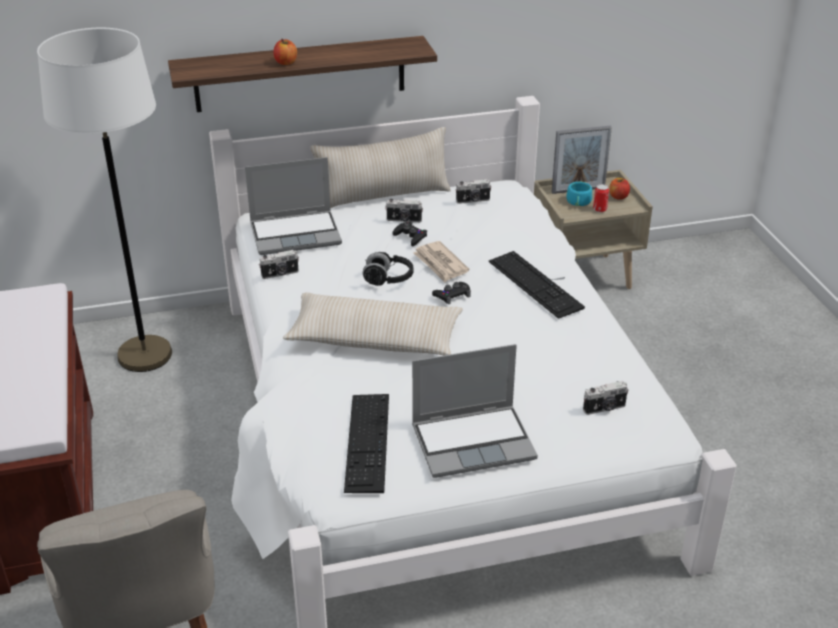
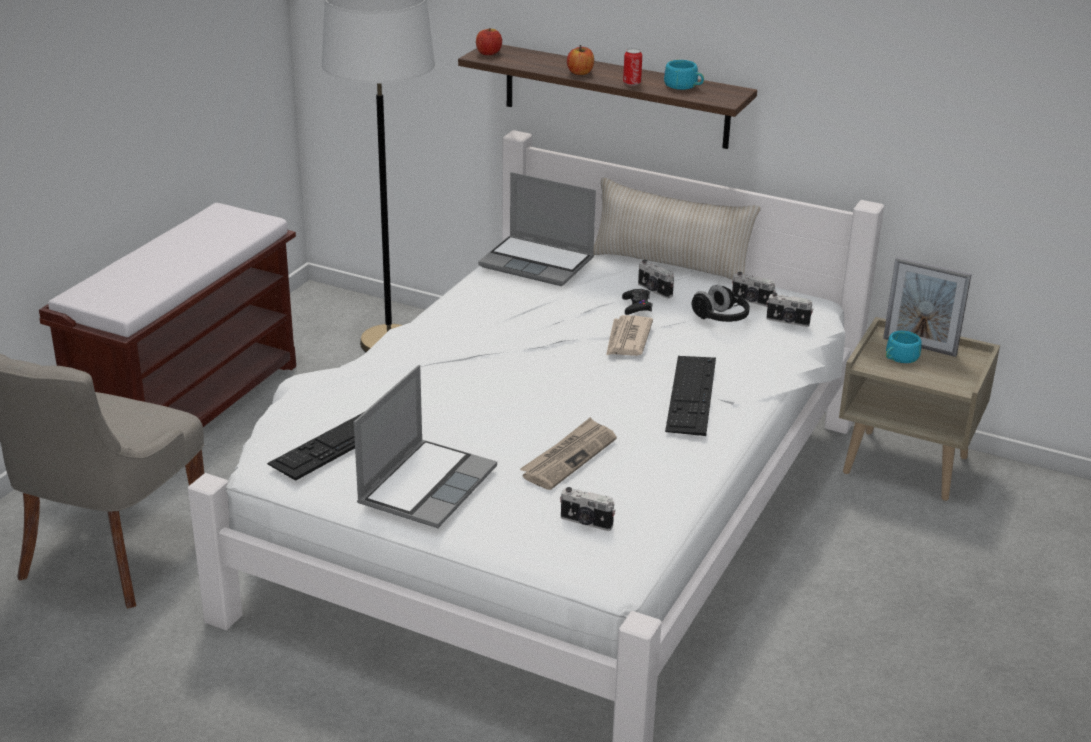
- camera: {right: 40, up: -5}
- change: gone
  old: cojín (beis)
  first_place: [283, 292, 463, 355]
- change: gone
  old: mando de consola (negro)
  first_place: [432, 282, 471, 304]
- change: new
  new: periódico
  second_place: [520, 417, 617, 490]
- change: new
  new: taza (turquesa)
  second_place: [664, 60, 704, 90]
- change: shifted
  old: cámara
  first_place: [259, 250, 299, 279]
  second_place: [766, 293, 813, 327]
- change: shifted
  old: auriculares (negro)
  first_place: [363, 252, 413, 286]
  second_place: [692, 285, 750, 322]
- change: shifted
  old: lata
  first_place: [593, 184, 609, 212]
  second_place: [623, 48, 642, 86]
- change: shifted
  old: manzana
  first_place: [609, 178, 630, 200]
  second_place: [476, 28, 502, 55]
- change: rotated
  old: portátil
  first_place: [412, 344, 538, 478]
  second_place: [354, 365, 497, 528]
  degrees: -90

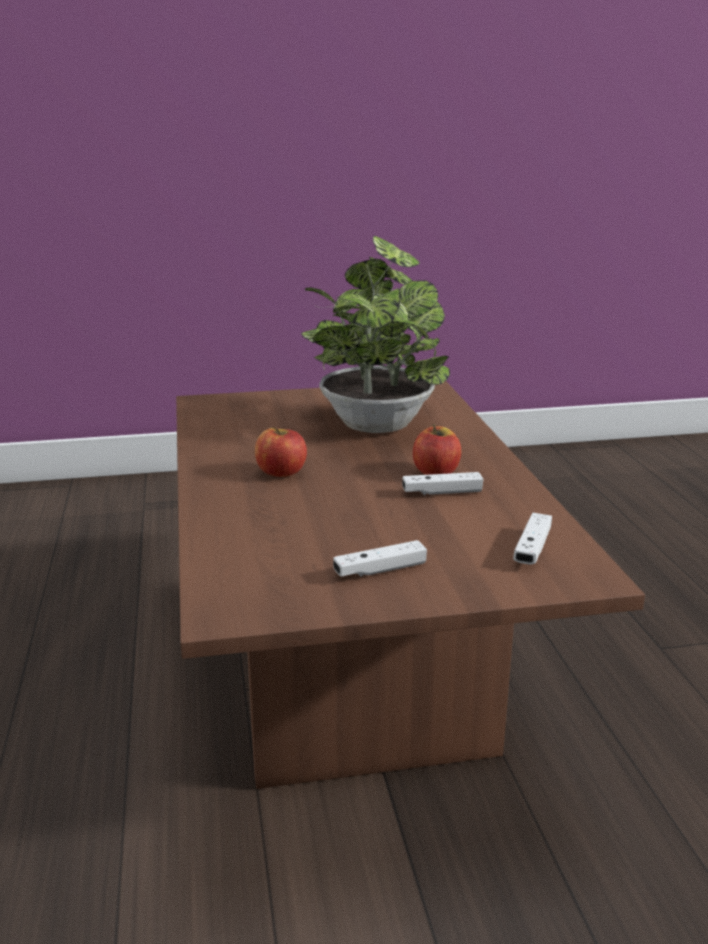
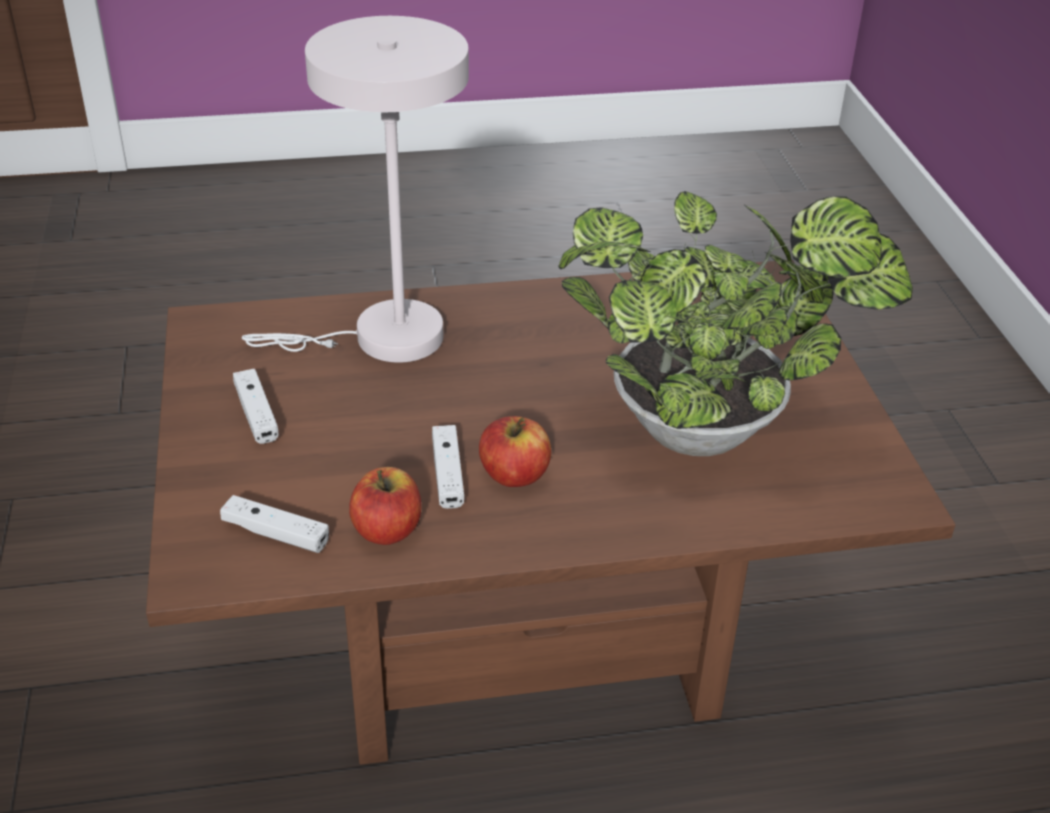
- camera: {right: 90, up: 15}
- change: new
  new: lámpara de mesa (blanco)
  second_place: [242, 16, 469, 363]
- change: shifted
  old: manzana
  first_place: [255, 427, 307, 477]
  second_place: [349, 467, 421, 545]

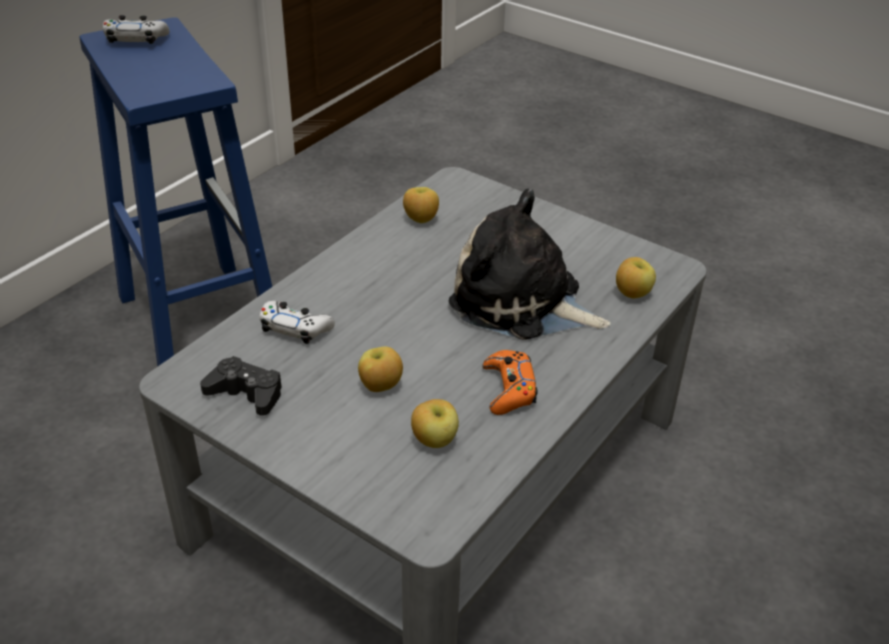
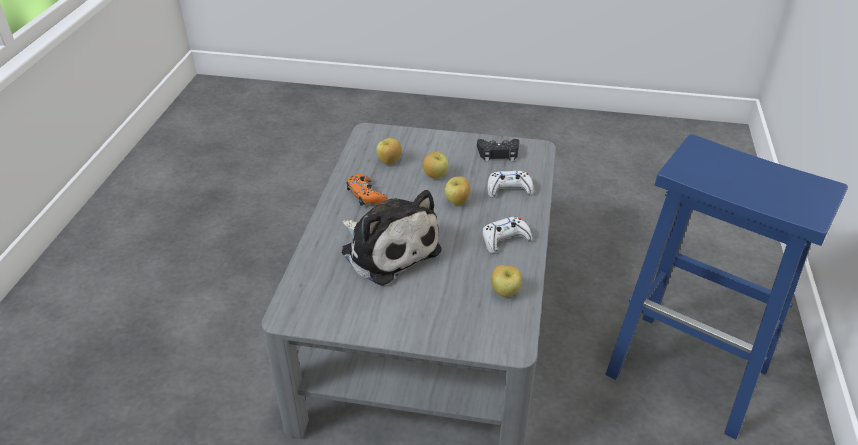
- camera: {right: 155, up: 0}
- change: shifted
  old: mando de consola (blanco)
  first_place: [103, 15, 169, 44]
  second_place: [483, 217, 532, 254]
- change: shifted
  old: manzana
  first_place: [616, 257, 656, 298]
  second_place: [445, 176, 470, 205]
- change: rotated
  old: peluche
  first_place: [449, 189, 610, 340]
  second_place: [342, 190, 442, 286]
  degrees: 45

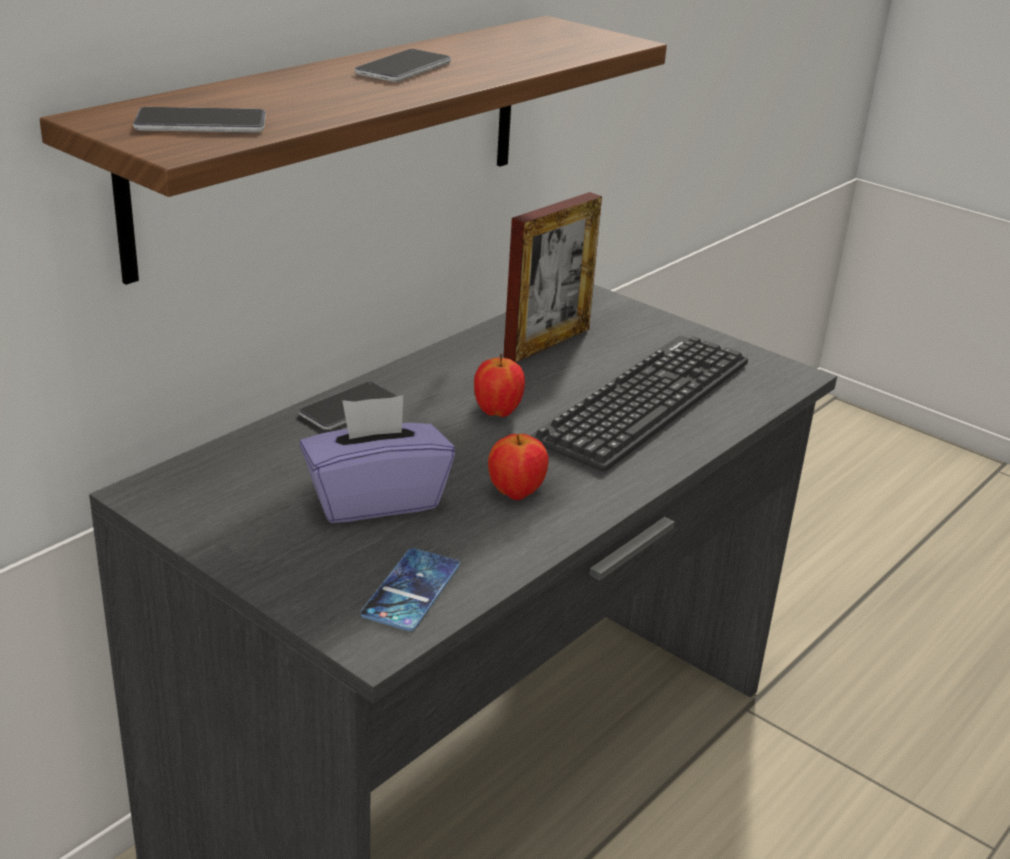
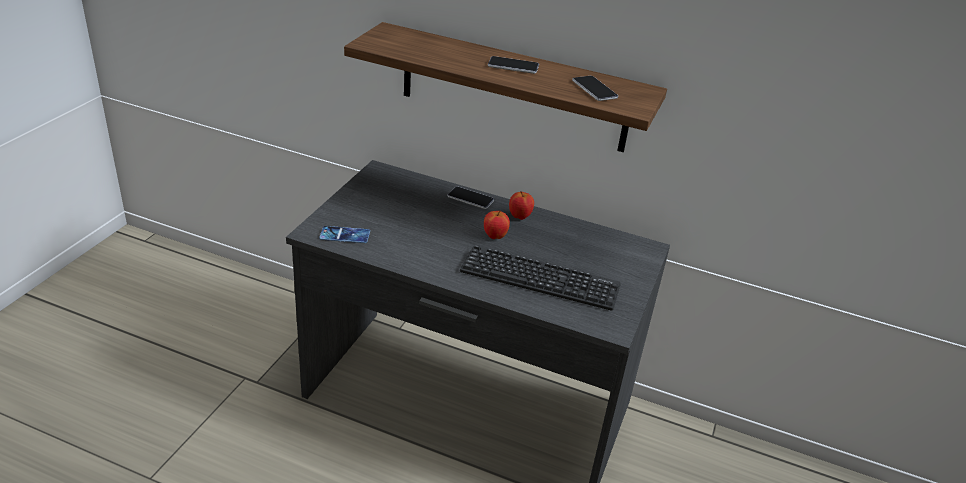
- camera: {right: 70, up: 5}
- change: gone
  old: caja de pañuelos (morado)
  first_place: [299, 395, 455, 523]
- change: gone
  old: portarretratos
  first_place: [503, 192, 602, 362]
- change: shifted
  old: móvil
  first_place: [133, 107, 266, 133]
  second_place: [572, 76, 618, 101]
- change: shifted
  old: manzana
  first_place: [488, 434, 549, 500]
  second_place: [509, 191, 534, 220]

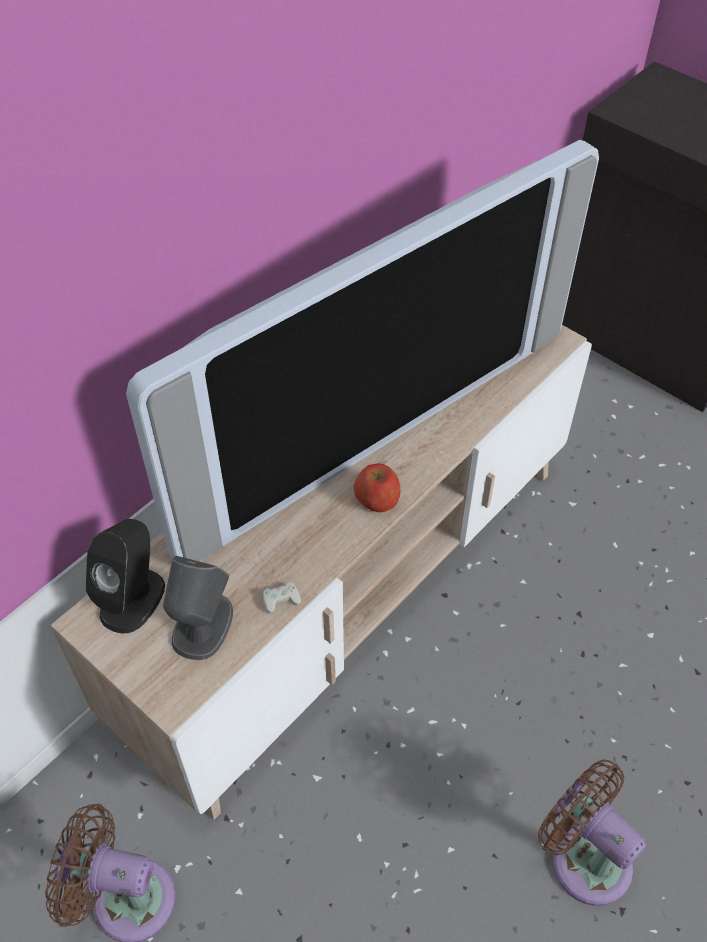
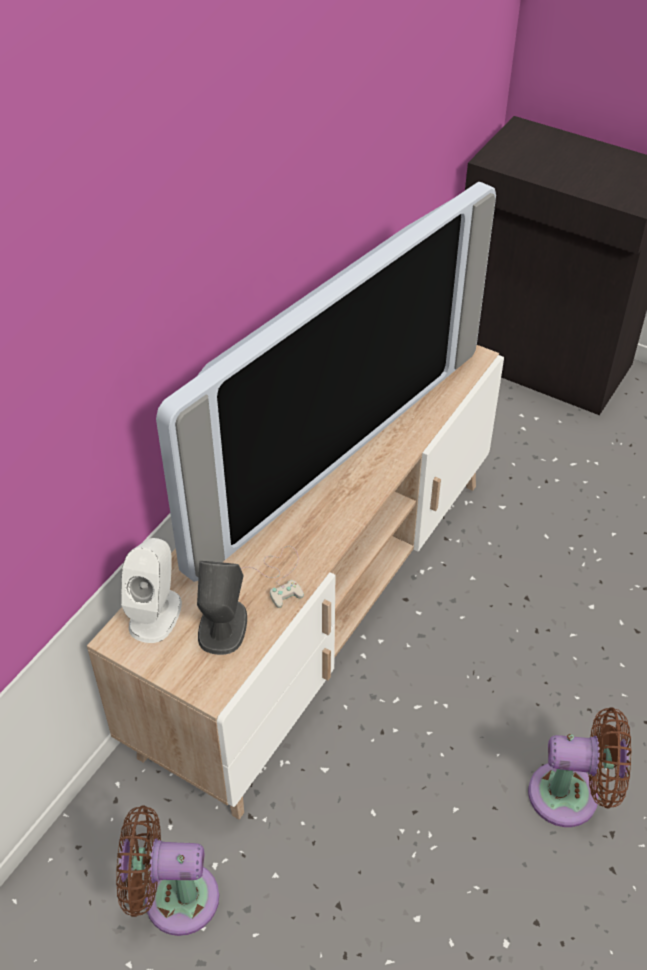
- camera: {right: -10, up: -5}
- change: gone
  old: manzana
  first_place: [354, 464, 400, 512]
- change: repainted
  old: altavoz (negro)
  new: altavoz (blanco)
  first_place: [86, 519, 165, 634]
  second_place: [121, 538, 182, 643]
- change: rotated
  old: ventilador (marrón)
  first_place: [538, 760, 646, 906]
  second_place: [528, 707, 631, 827]
  degrees: 150

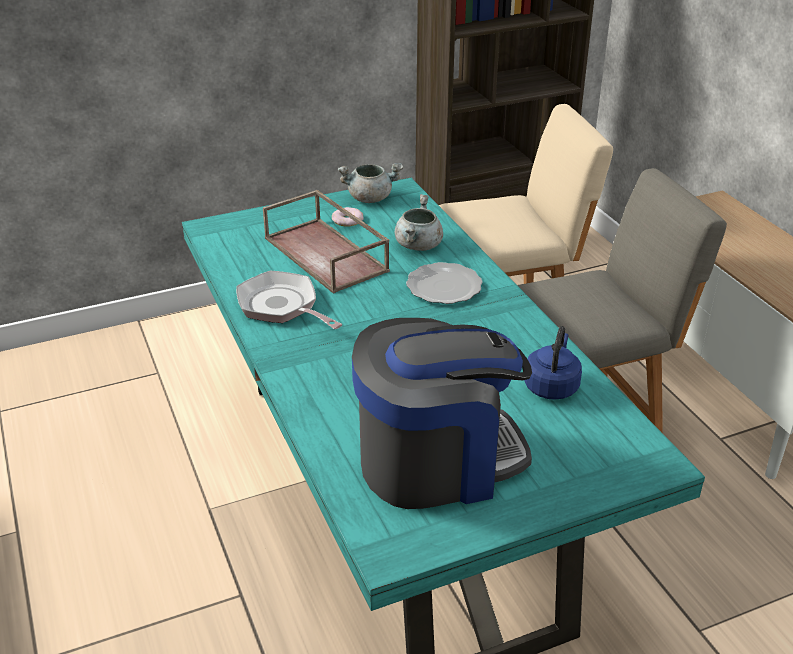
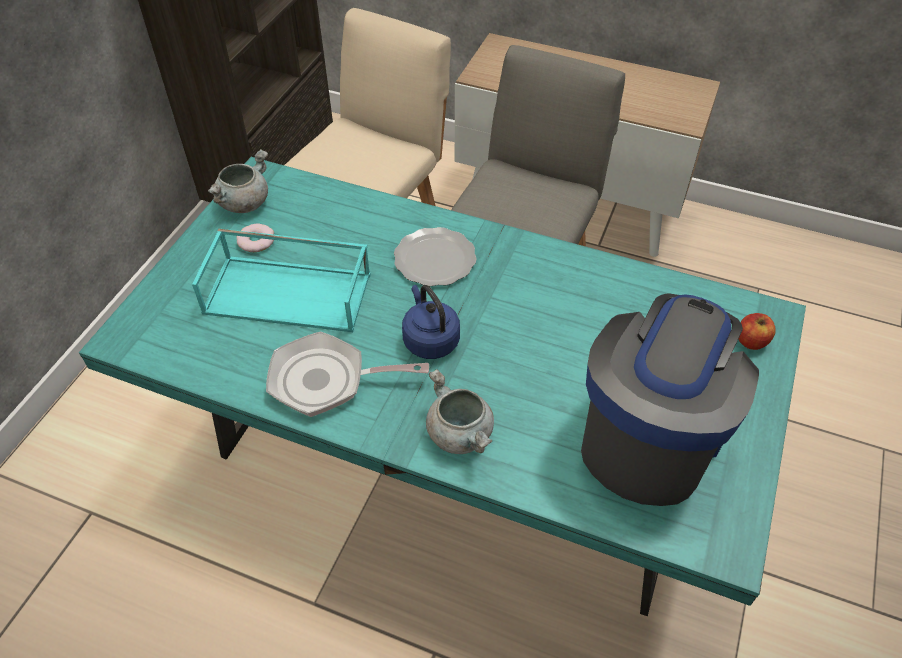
- camera: {right: -45, up: 15}
- change: new
  new: manzana
  second_place: [739, 313, 776, 350]
- change: shifted
  old: olla (gris)
  first_place: [395, 194, 443, 251]
  second_place: [426, 369, 494, 454]
- change: shifted
  old: hervidor (azul)
  first_place: [524, 326, 582, 400]
  second_place: [402, 285, 460, 359]
- change: repainted
  old: bandeja (marrón)
  new: bandeja (turquesa)
  first_place: [263, 190, 390, 294]
  second_place: [192, 229, 371, 332]

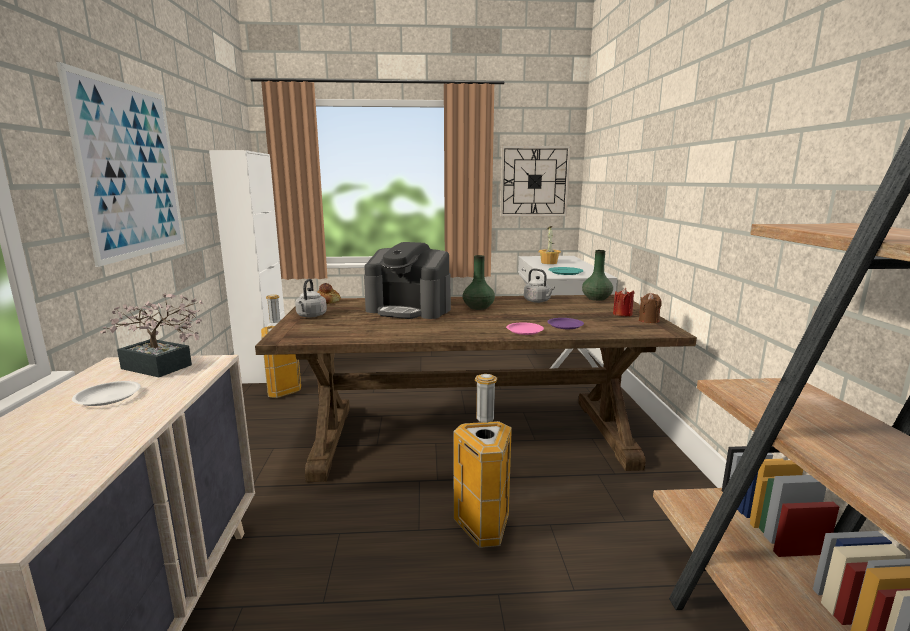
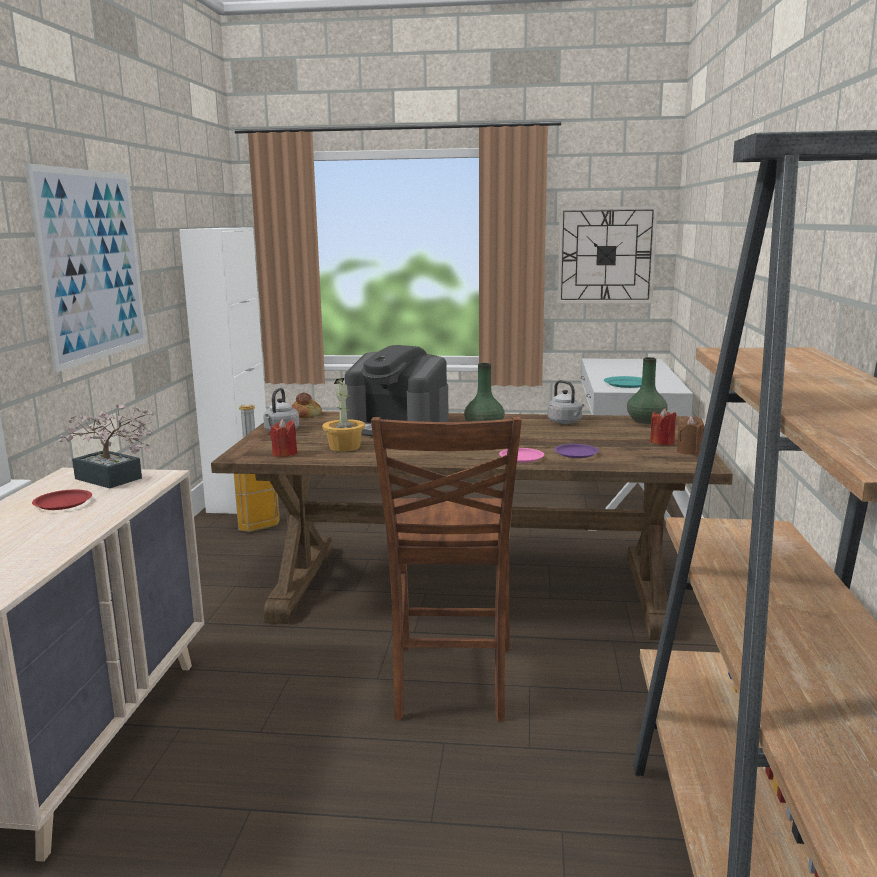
- camera: {right: 10, up: 0}
- change: new
  new: vela (rojo)
  second_place: [270, 419, 297, 457]
- change: shifted
  old: planta en maceta
  first_place: [539, 226, 561, 264]
  second_place: [322, 378, 365, 452]
- change: swapped
  old: papelera
  new: silla (marrón)
  first_place: [454, 374, 512, 548]
  second_place: [371, 417, 522, 722]
- change: repainted
  old: plato (blanco)
  new: plato (rojo)
  first_place: [72, 381, 141, 406]
  second_place: [32, 490, 92, 510]

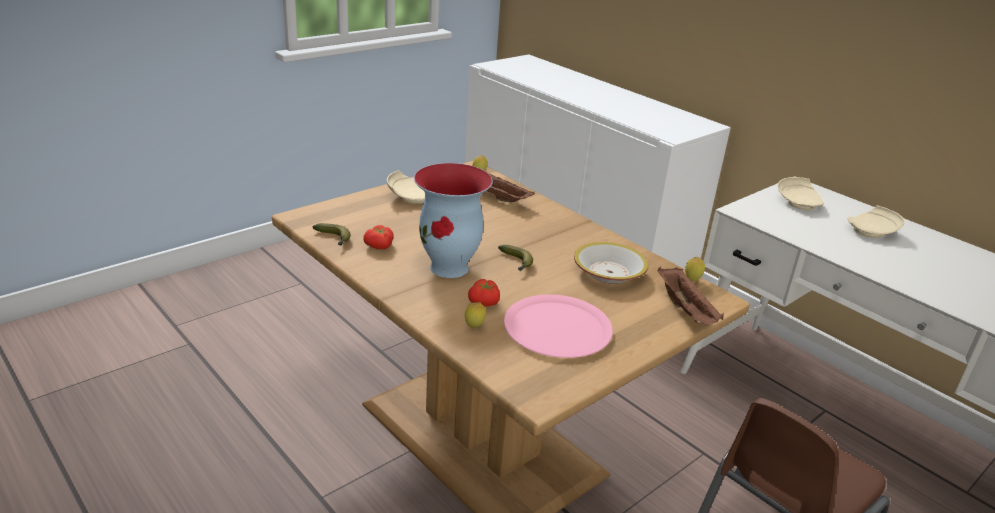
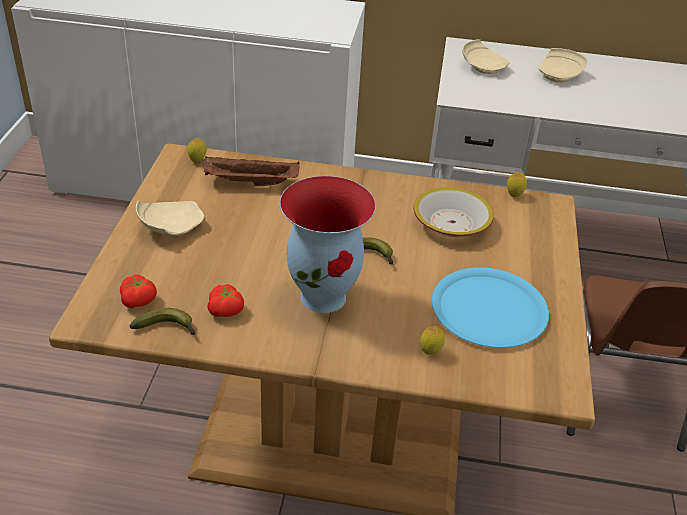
- camera: {right: -40, up: 10}
- change: gone
  old: bandeja (marrón)
  first_place: [657, 267, 724, 325]
- change: shifted
  old: tomate
  first_place: [468, 279, 500, 306]
  second_place: [120, 274, 157, 308]
- change: repainted
  old: plato (rosa)
  new: plato (azul)
  first_place: [504, 294, 613, 358]
  second_place: [432, 267, 549, 348]

